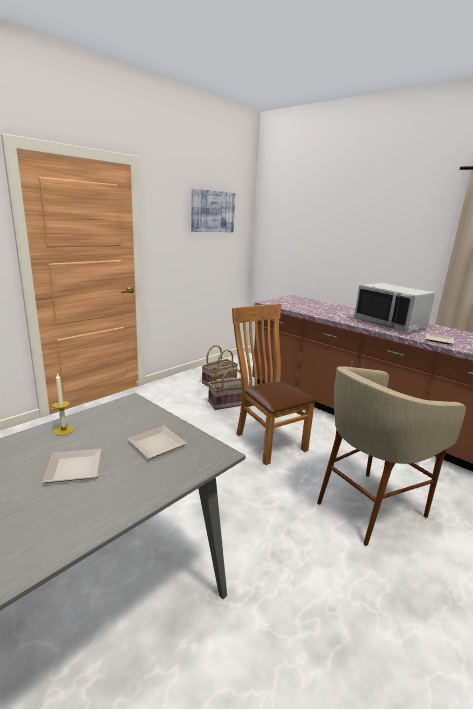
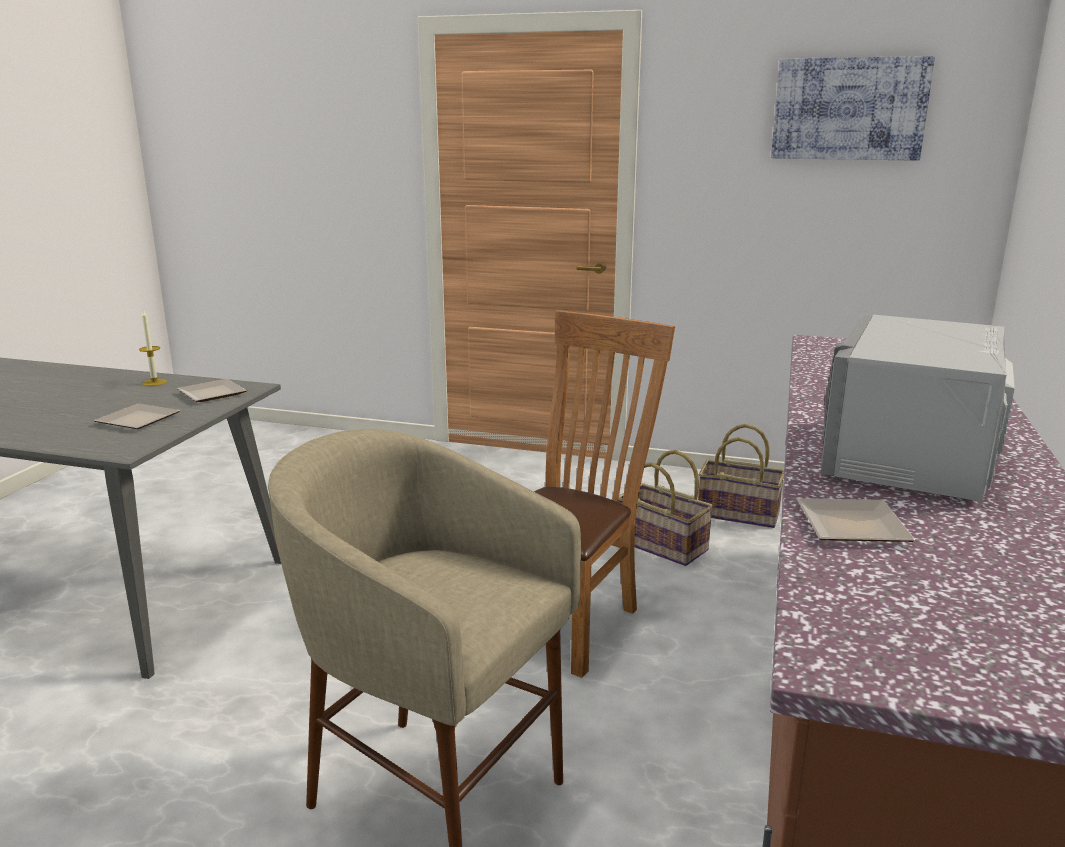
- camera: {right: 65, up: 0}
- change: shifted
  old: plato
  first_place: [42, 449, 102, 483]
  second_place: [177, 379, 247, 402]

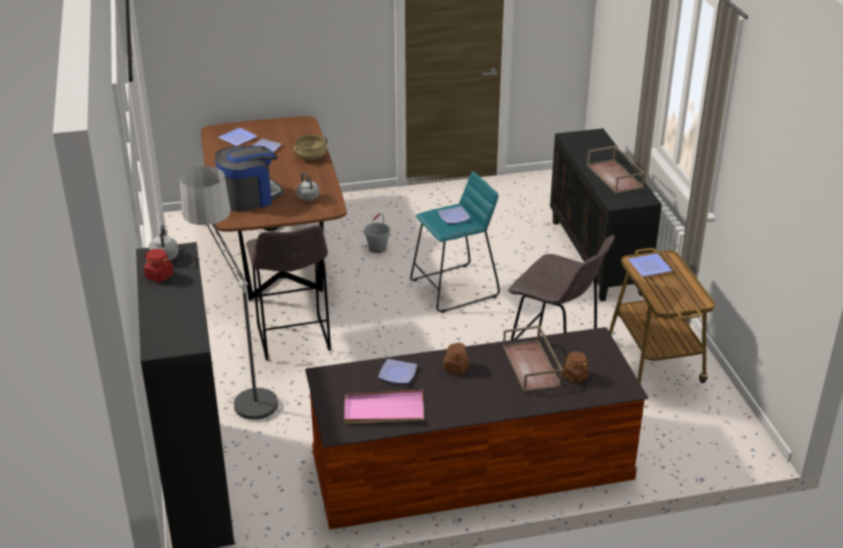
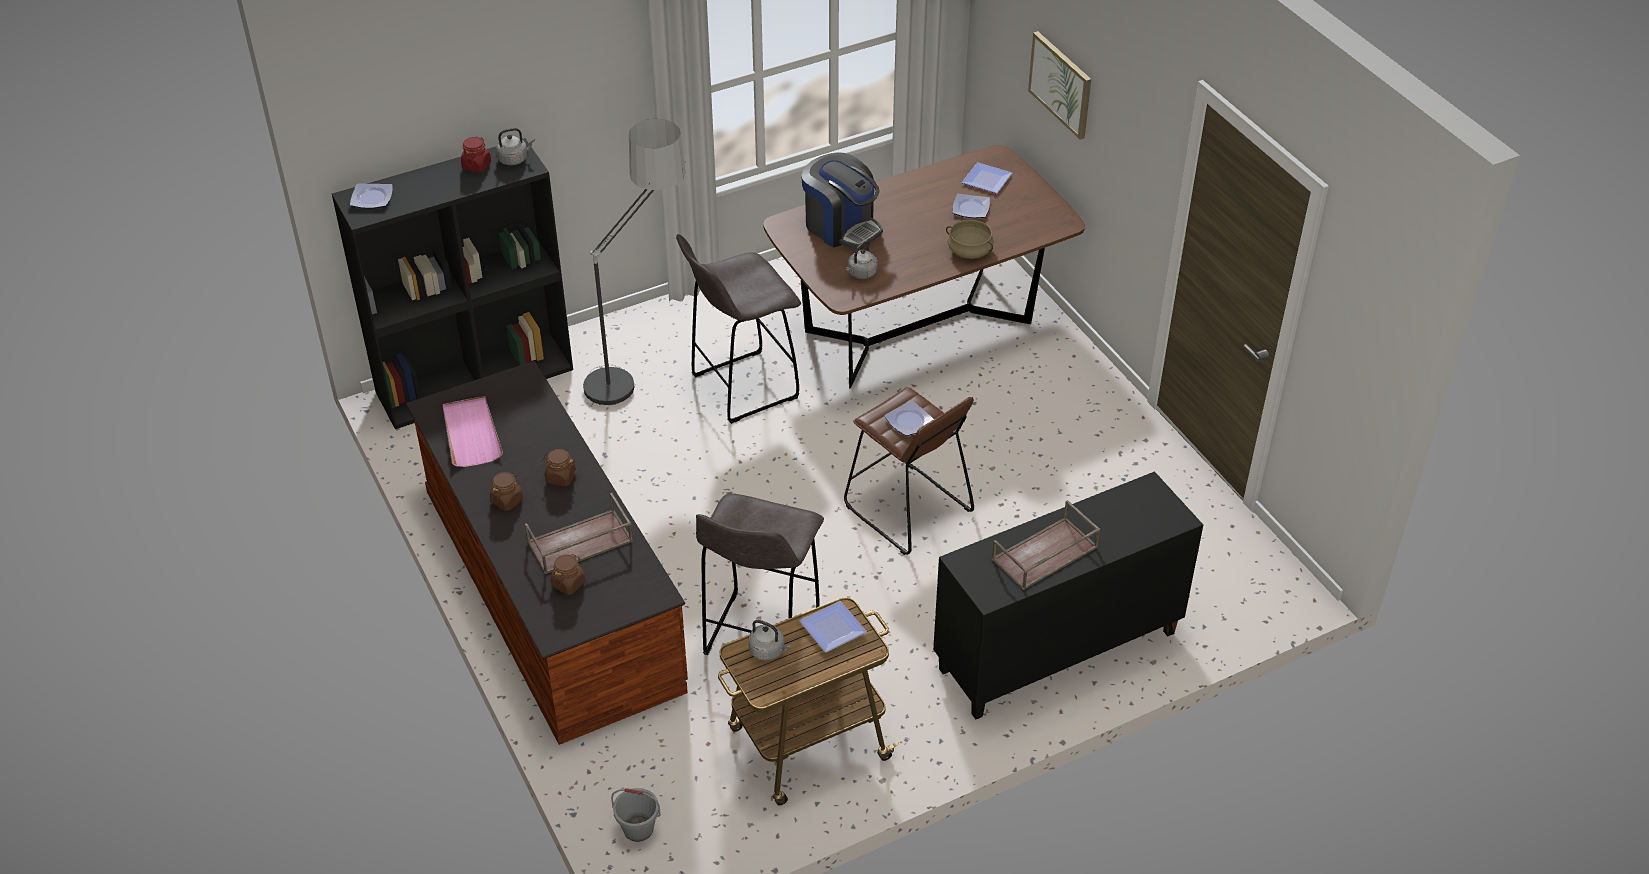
- camera: {right: 75, up: 10}
- change: new
  new: tarro (marrón)
  second_place: [490, 472, 523, 511]
- change: new
  new: hervidor (gris)
  second_place: [748, 620, 791, 660]
- change: new
  new: cuadro
  second_place: [1028, 31, 1091, 140]
- change: shifted
  old: cubo (gris)
  first_place: [364, 213, 390, 253]
  second_place: [611, 788, 661, 842]
- change: shifted
  old: plato
  first_place: [378, 359, 417, 384]
  second_place: [350, 183, 393, 209]
- change: repainted
  old: taburete (turquesa)
  new: taburete (marrón)
  first_place: [410, 171, 500, 313]
  second_place: [844, 387, 974, 555]

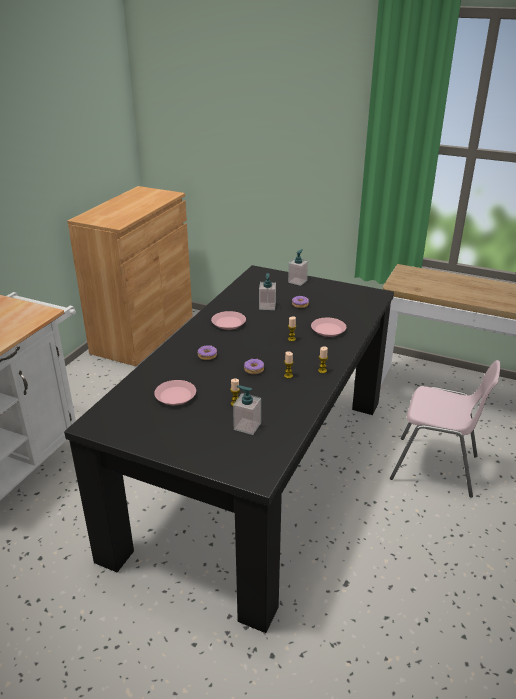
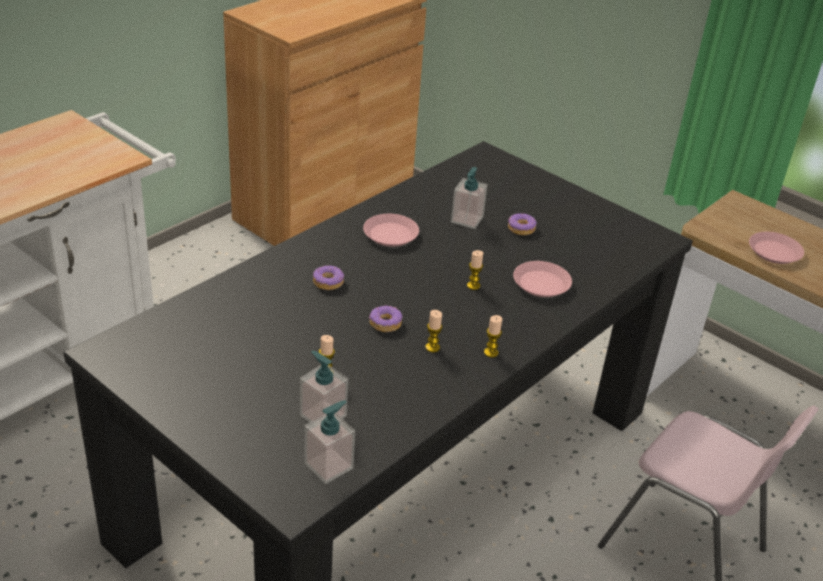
- camera: {right: 15, up: 5}
- change: shifted
  old: plato (rosa)
  first_place: [154, 380, 196, 405]
  second_place: [749, 232, 804, 264]
- change: shifted
  old: dispensador de jabón
  first_place: [288, 249, 308, 286]
  second_place: [304, 400, 355, 484]

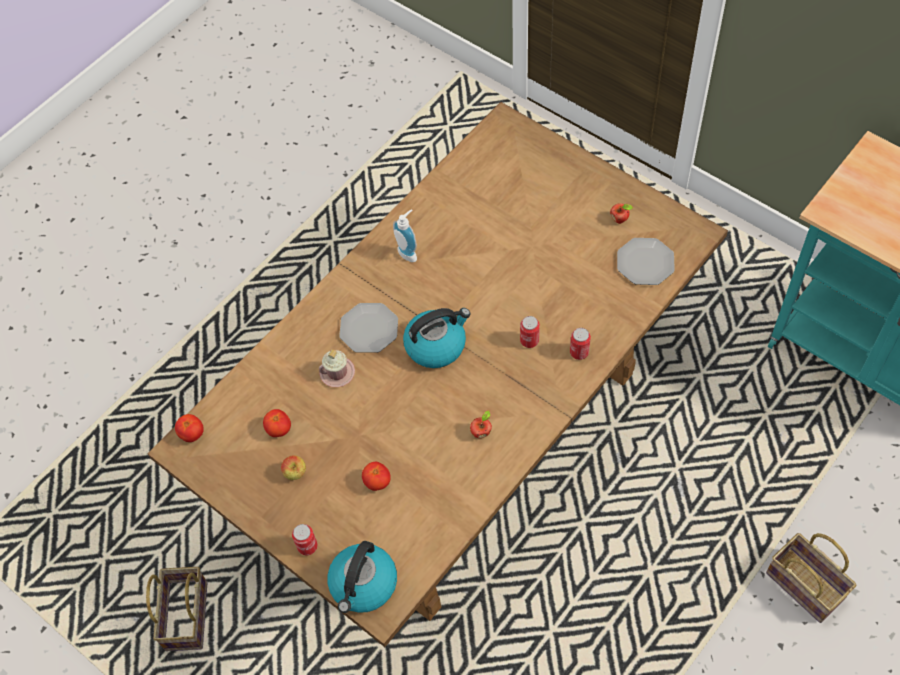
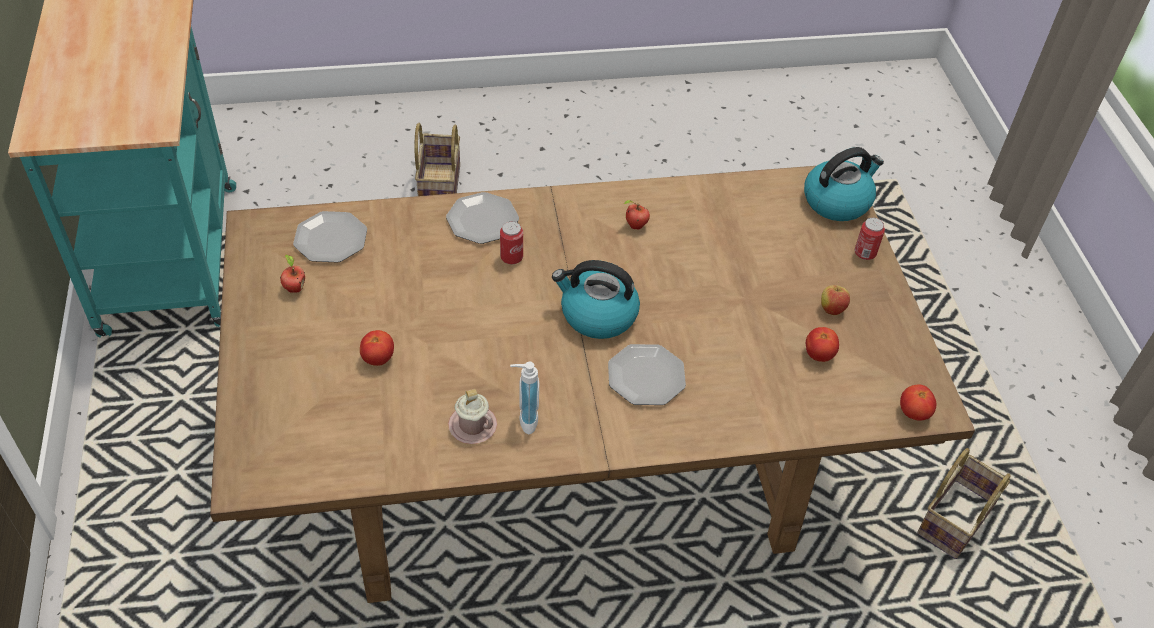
- camera: {right: -145, up: -10}
- change: shifted
  old: taza grande (rosa)
  first_place: [319, 349, 355, 387]
  second_place: [448, 389, 497, 444]
- change: shifted
  old: tomate
  first_place: [362, 462, 391, 491]
  second_place: [360, 330, 394, 366]
- change: swapped
  old: lata
  new: plato
  first_place: [570, 328, 591, 360]
  second_place: [446, 192, 519, 244]

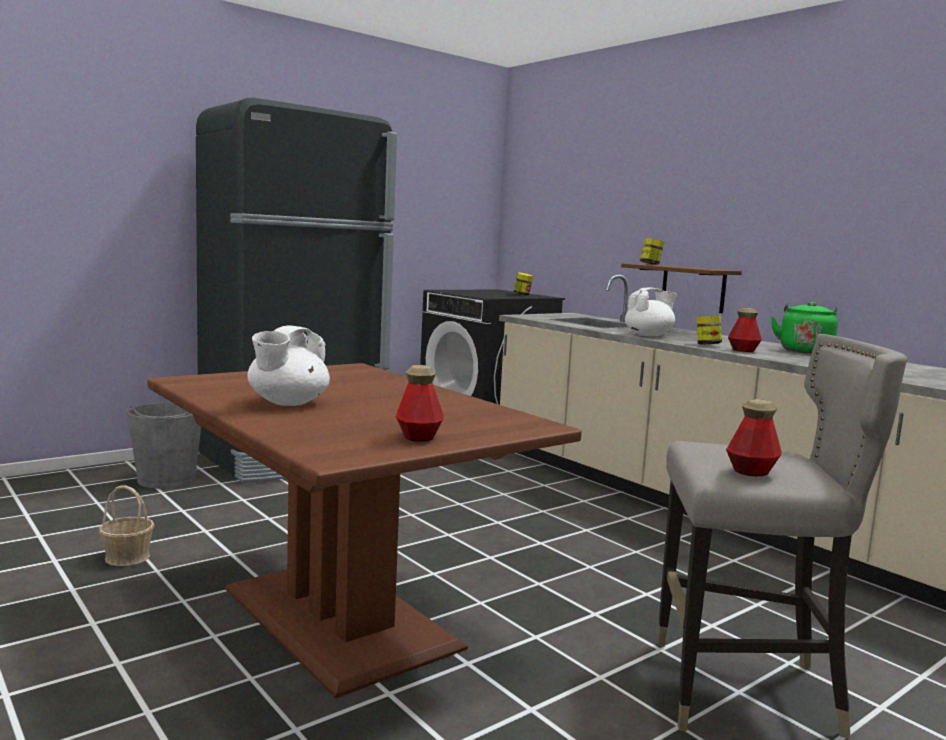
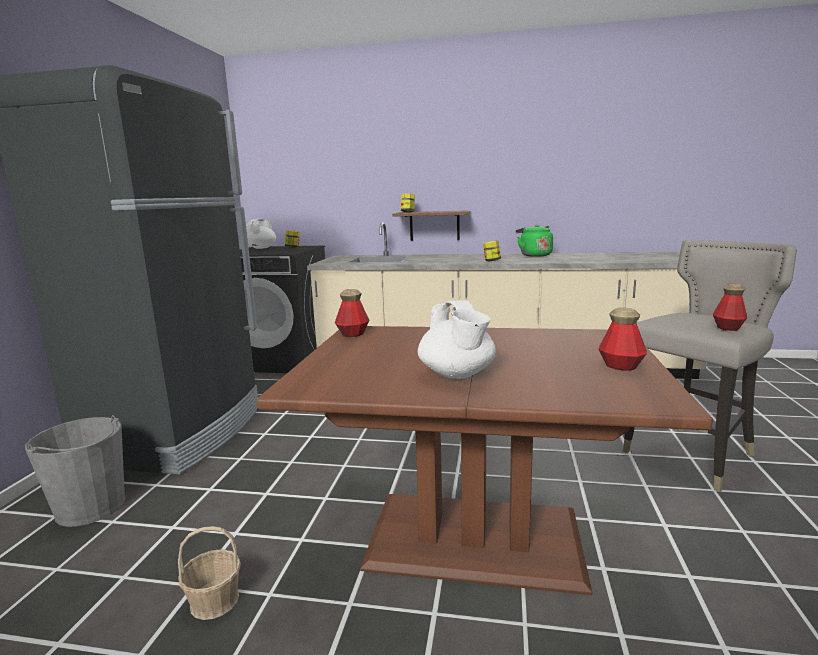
- camera: {right: -40, up: 5}
- change: shifted
  old: tetera (blanco)
  first_place: [625, 288, 677, 336]
  second_place: [246, 219, 276, 249]
- change: shifted
  old: botella
  first_place: [728, 308, 762, 352]
  second_place: [335, 289, 370, 337]

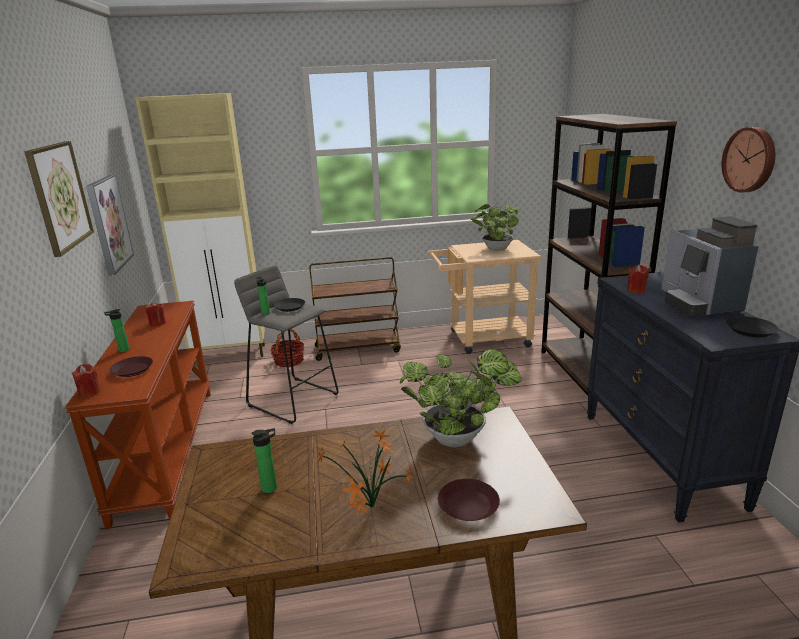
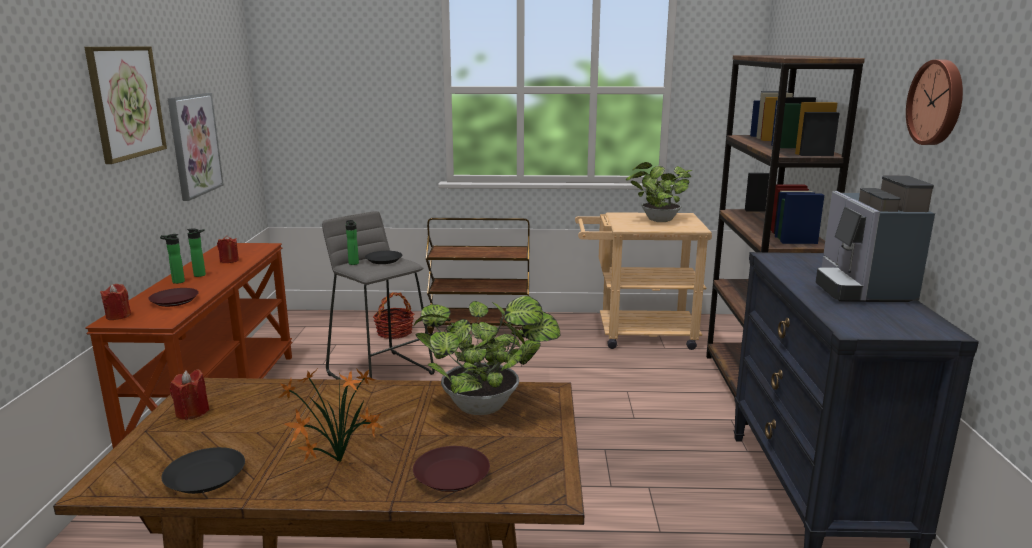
- camera: {right: 10, up: -5}
- change: gone
  old: armario (beis)
  first_place: [135, 93, 265, 364]
- change: shifted
  old: botella
  first_place: [251, 428, 277, 493]
  second_place: [187, 228, 206, 277]
- change: shifted
  old: vela (rojo)
  first_place: [627, 265, 649, 293]
  second_place: [170, 369, 210, 420]
- change: shifted
  old: plato (negro)
  first_place: [726, 316, 779, 337]
  second_place: [161, 447, 245, 494]

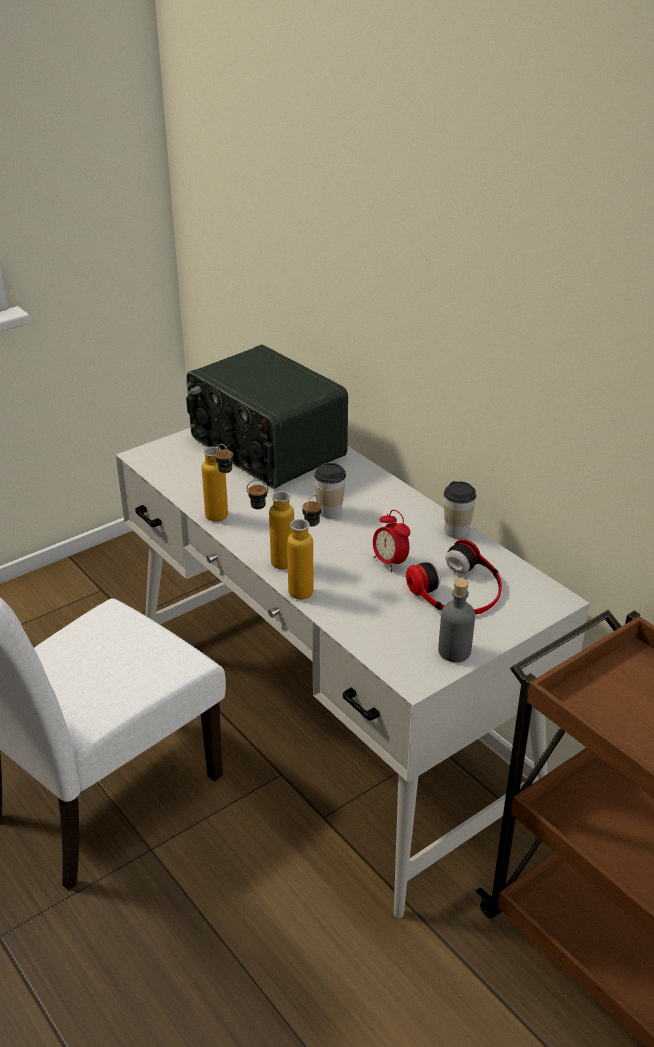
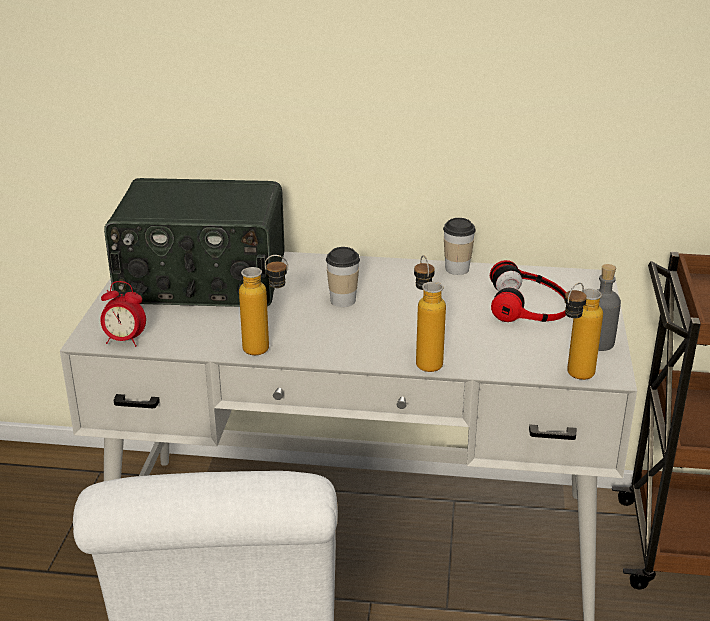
- camera: {right: -45, up: -5}
- change: shifted
  old: botella
  first_place: [247, 480, 294, 569]
  second_place: [564, 283, 603, 380]
- change: shifted
  old: despertador
  first_place: [373, 510, 410, 572]
  second_place: [100, 281, 146, 347]

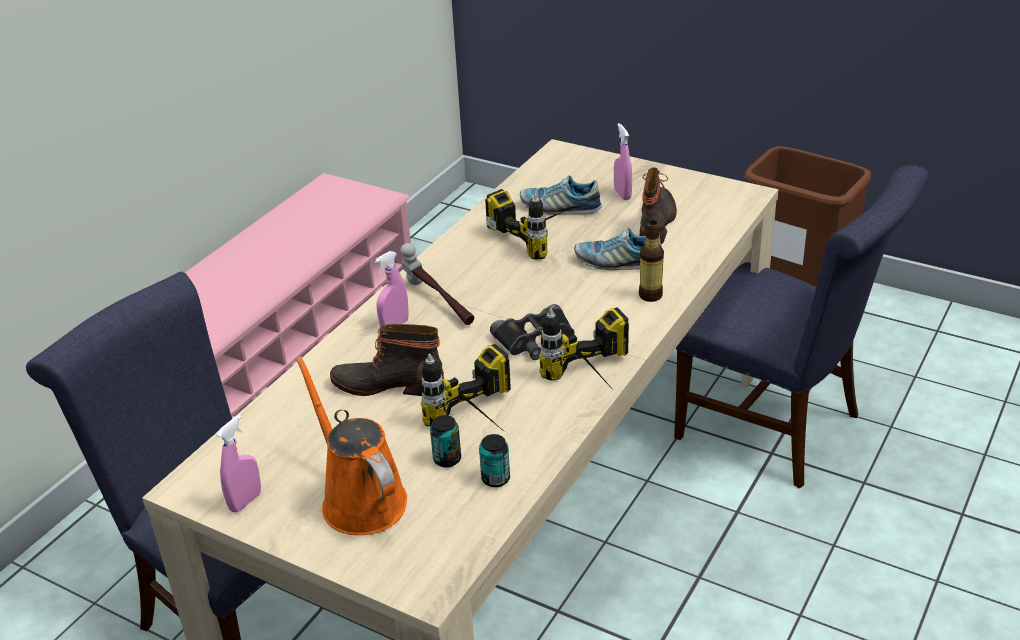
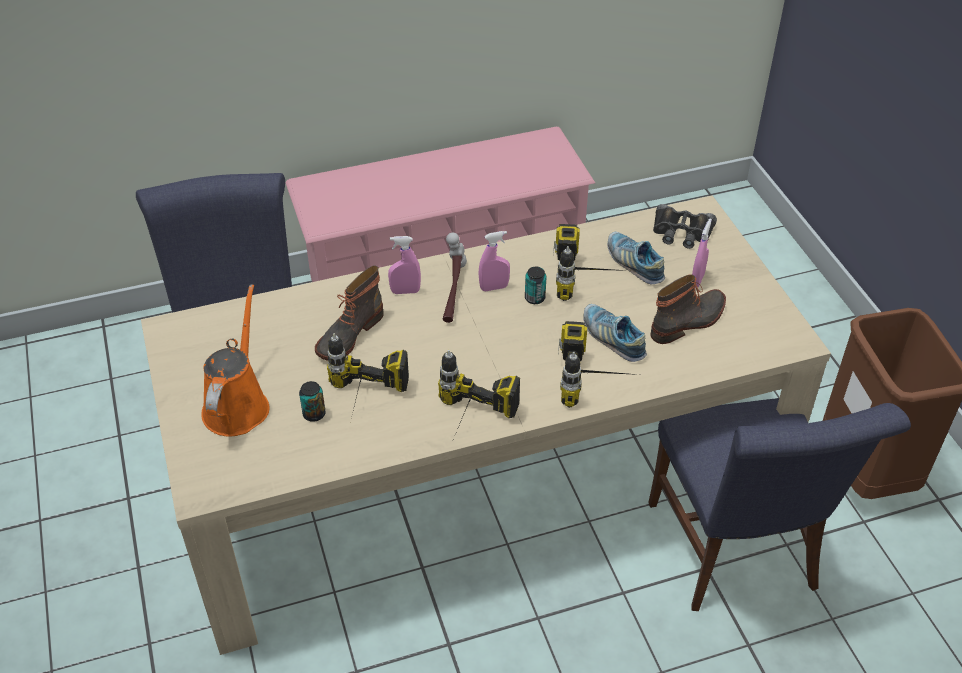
- camera: {right: 40, up: 10}
- change: shifted
  old: pulverizador (rosa)
  first_place: [216, 414, 261, 512]
  second_place: [478, 231, 510, 291]
- change: shifted
  old: lata
  first_place: [479, 434, 510, 487]
  second_place: [525, 267, 547, 304]
- change: shifted
  old: prismáticos (negro)
  first_place: [490, 304, 575, 360]
  second_place: [653, 204, 717, 249]
- change: swapped
  old: botella
  new: taladro
  first_place: [639, 220, 664, 302]
  second_place: [558, 321, 639, 408]
- change: rotated
  old: bota
  first_place: [330, 324, 444, 396]
  second_place: [315, 265, 384, 361]
  degrees: -105

